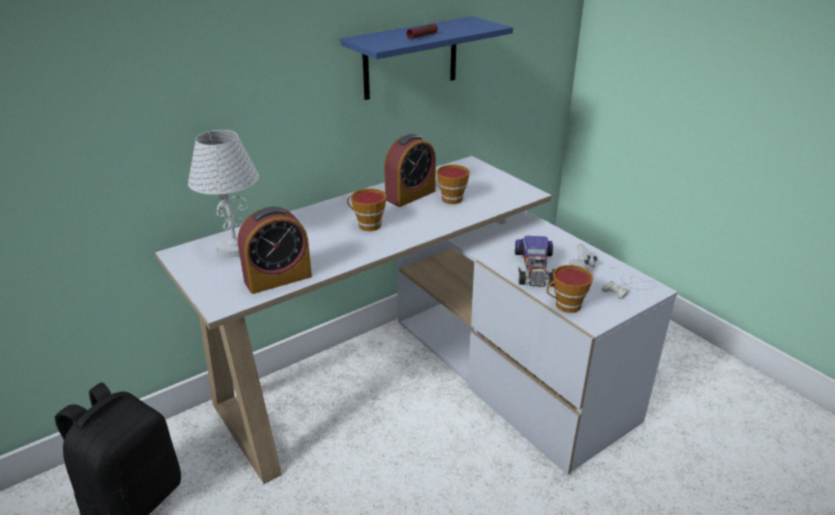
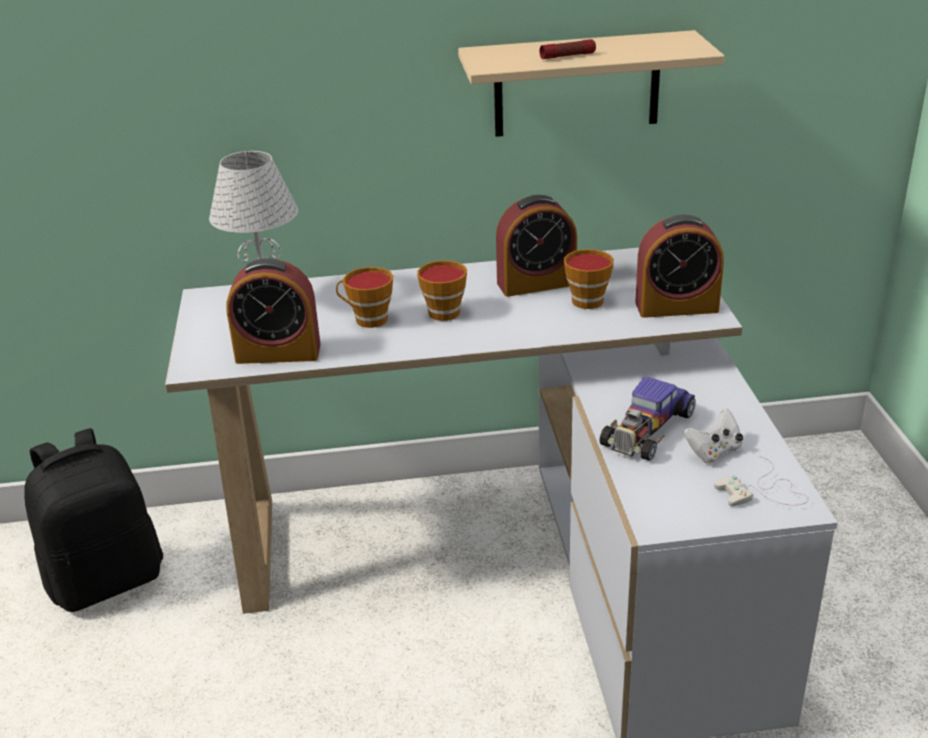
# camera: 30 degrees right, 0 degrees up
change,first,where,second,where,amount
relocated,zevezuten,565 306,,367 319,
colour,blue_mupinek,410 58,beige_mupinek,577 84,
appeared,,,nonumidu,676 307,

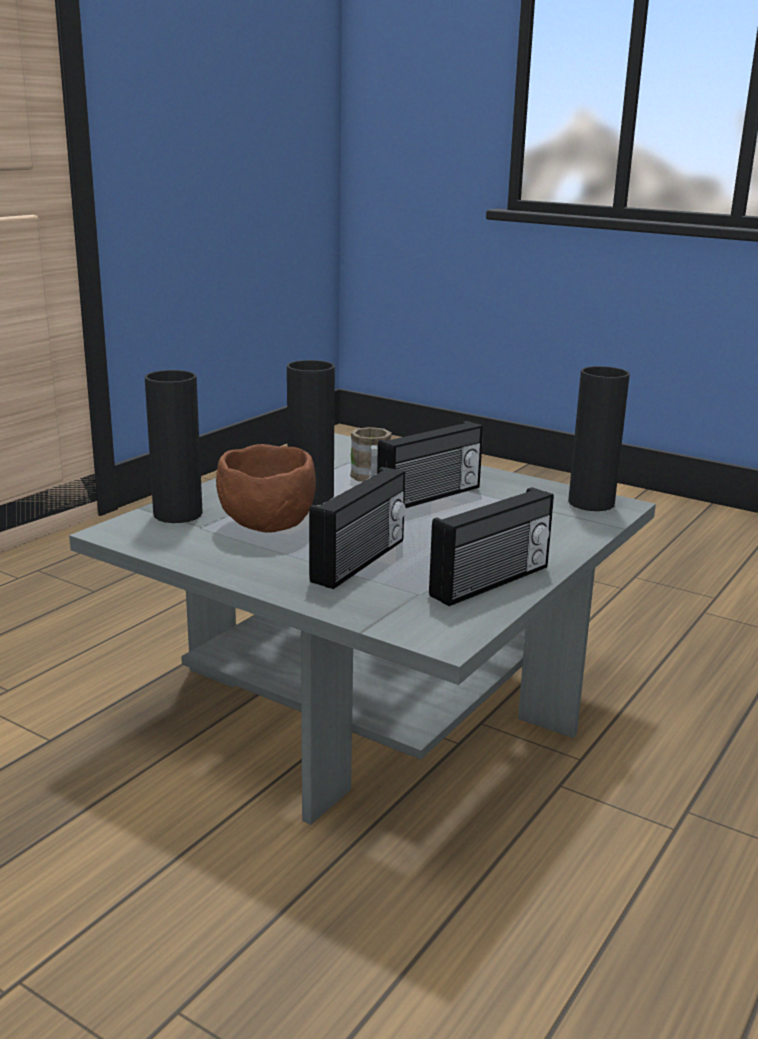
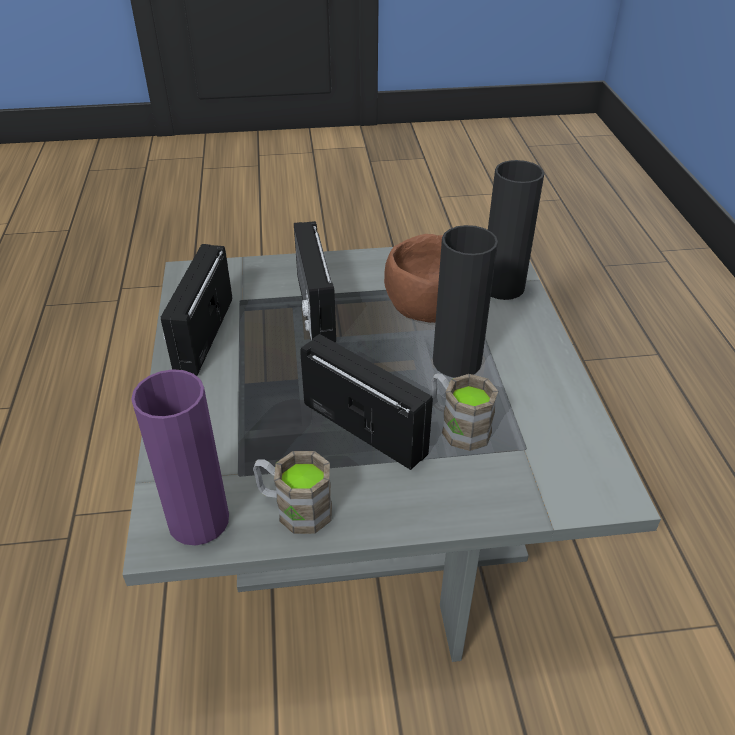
# camera: 140 degrees right, 20 degrees up
change,first,where,second,where,amount
colour,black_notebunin,591 503,purple_notebunin,198 520,
appeared,,,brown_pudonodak,294 508,
spun,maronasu,431 497,,366 427,120 degrees clockwise

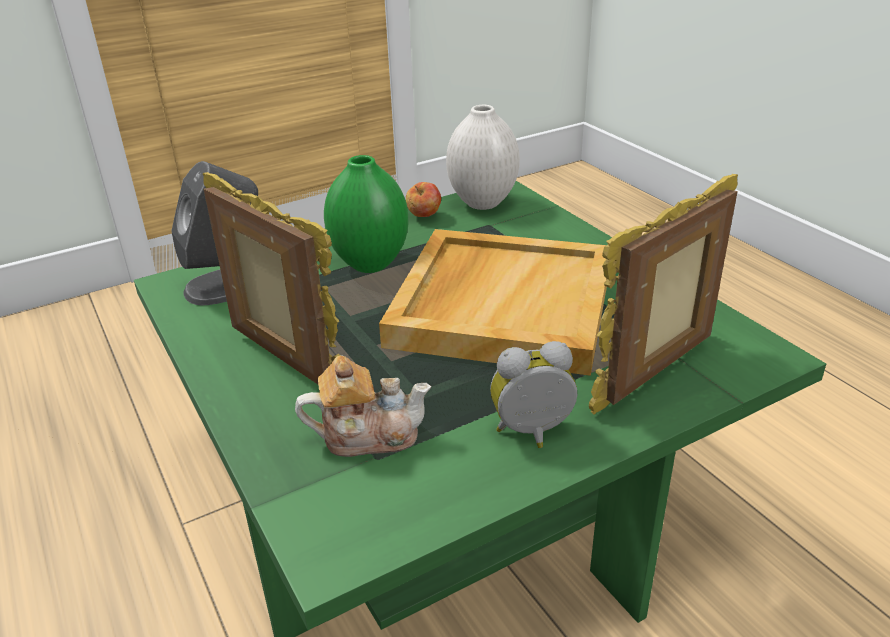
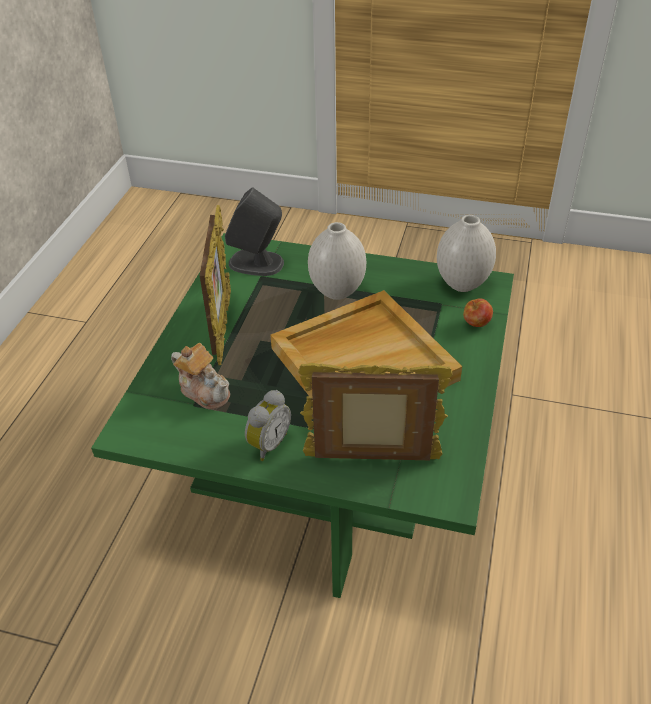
# camera: 45 degrees right, 10 degrees up
change,first,where,second,where,amount
spun,nonumidu,533 434,,267 444,90 degrees clockwise
colour,green_notebunin,370 265,white_notebunin,336 292,
relocated,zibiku,424 216,,476 324,

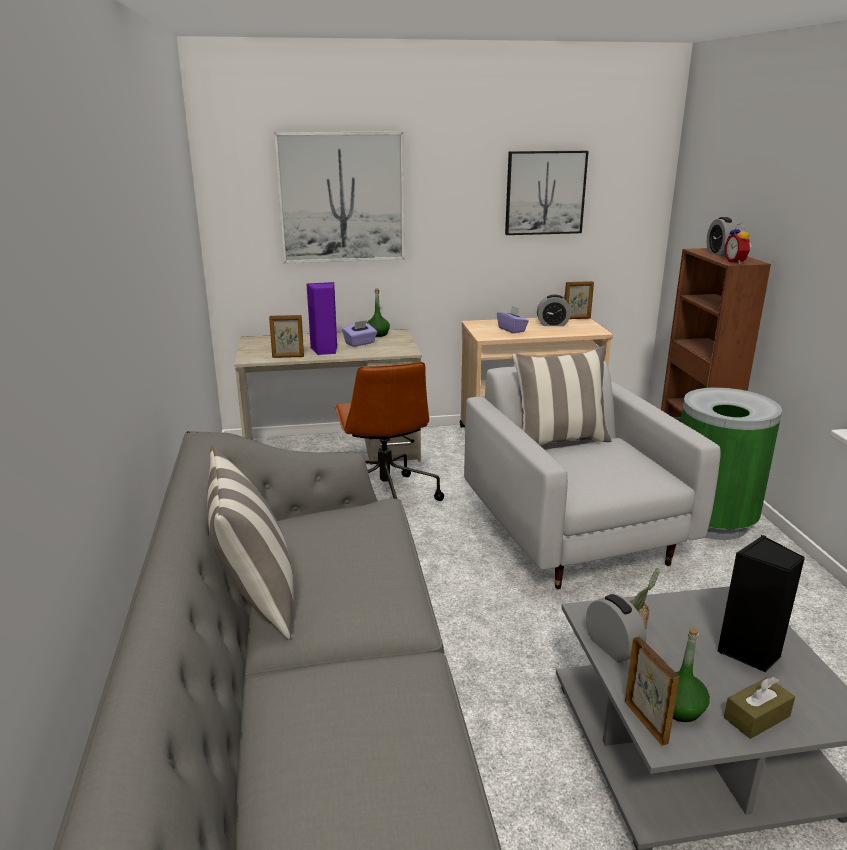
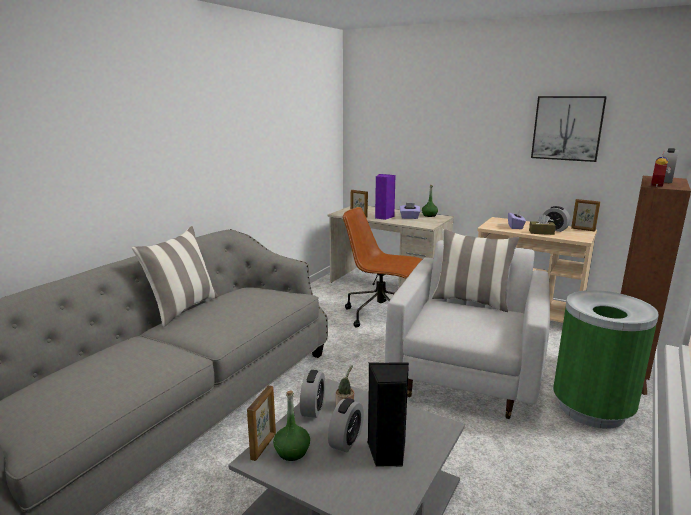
# camera: 40 degrees right, 5 degrees down
change,first,where,second,where,amount
appeared,,,nonumidu,346 440,
spun,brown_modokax,384 498,,381 315,90 degrees clockwise
relocated,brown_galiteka,756 717,,541 232,
missing,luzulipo,341 198,,,

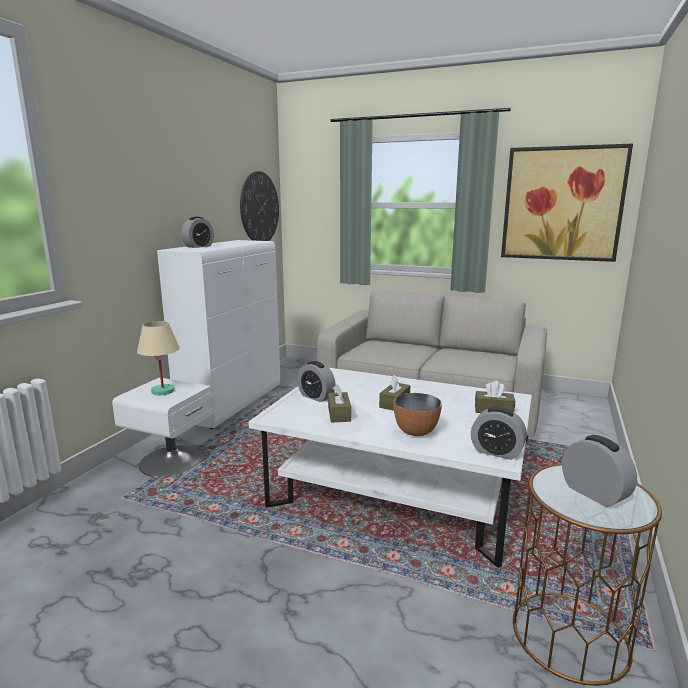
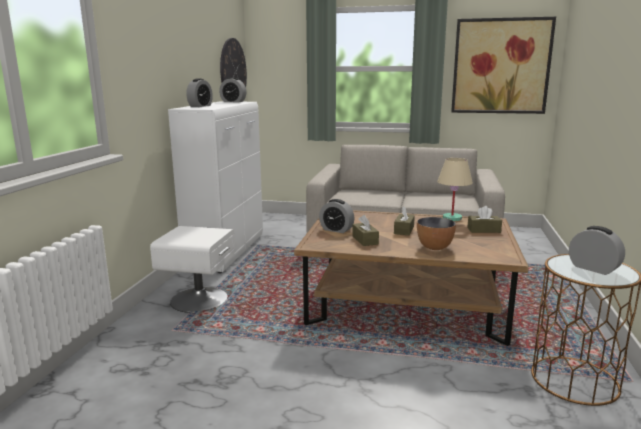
# camera: 10 degrees left, 0 degrees up
change,first,where,second,where,amount
relocated,nonumidu,496 452,,233 102,
colour,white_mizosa,396 491,brown_mizosa,406 305,
relocated,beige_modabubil,163 391,,452 218,

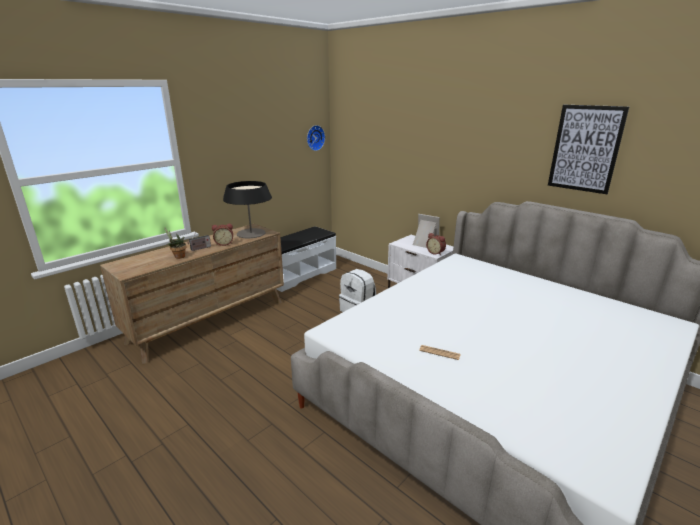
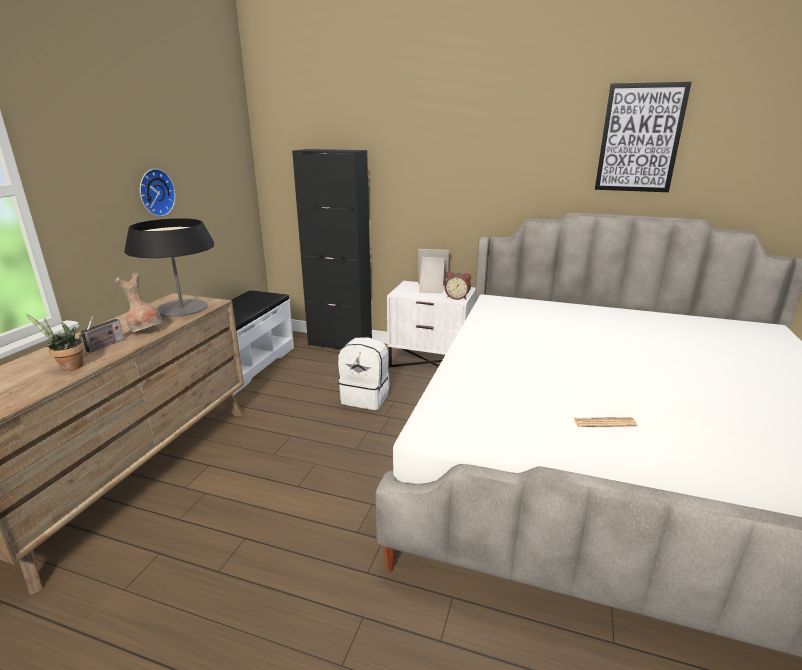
# camera: 25 degrees left, 0 degrees up
change,first,where,second,where,amount
exchanged,nonumidu,224 243,brown_notebunin,146 330,
relocated,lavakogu,314 138,,155 192,
appeared,,,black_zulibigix,340 344,

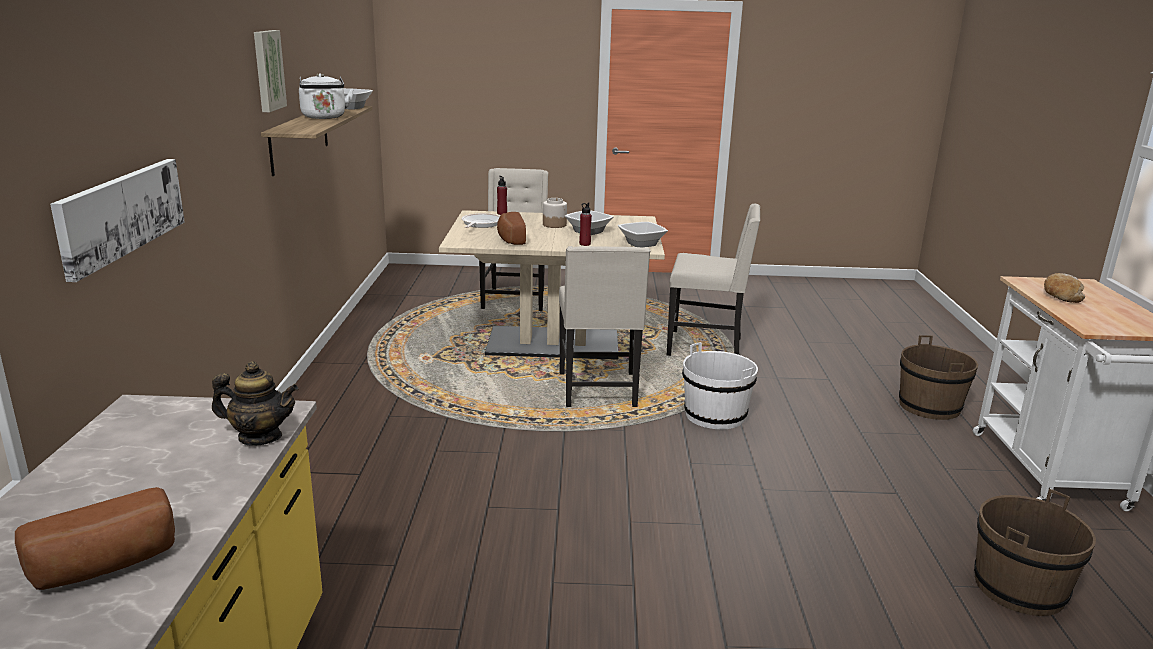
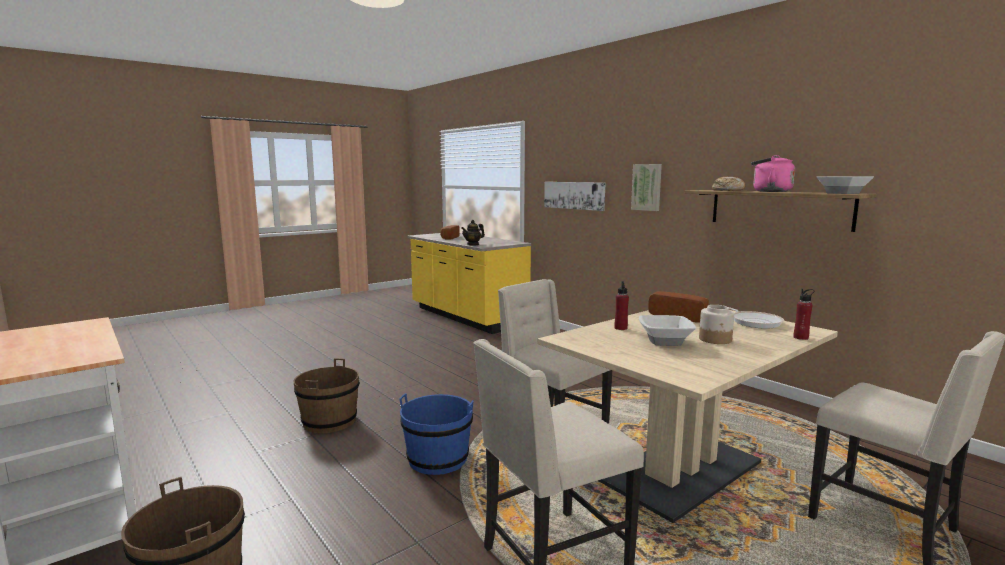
# camera: 140 degrees right, 10 degrees down
change,first,where,second,where,amount
relocated,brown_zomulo,1019 588,,329 421,
colour,white_zomulo,715 415,blue_zomulo,438 459,
relocated,luzulipo,267 70,,647 187,
relocated,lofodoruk,1061 295,,728 190,
colour,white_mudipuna,324 117,pink_mudipuna,769 191,
missing,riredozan,641 244,,,

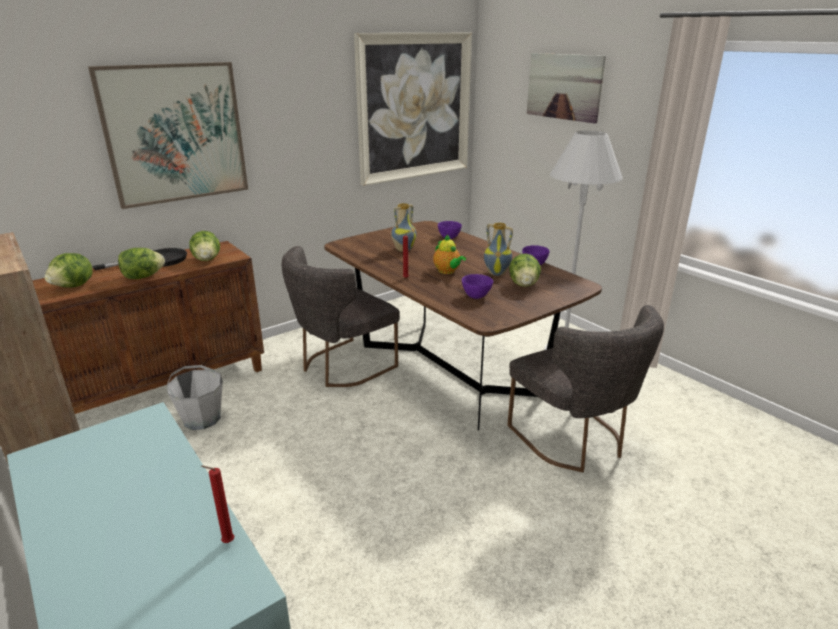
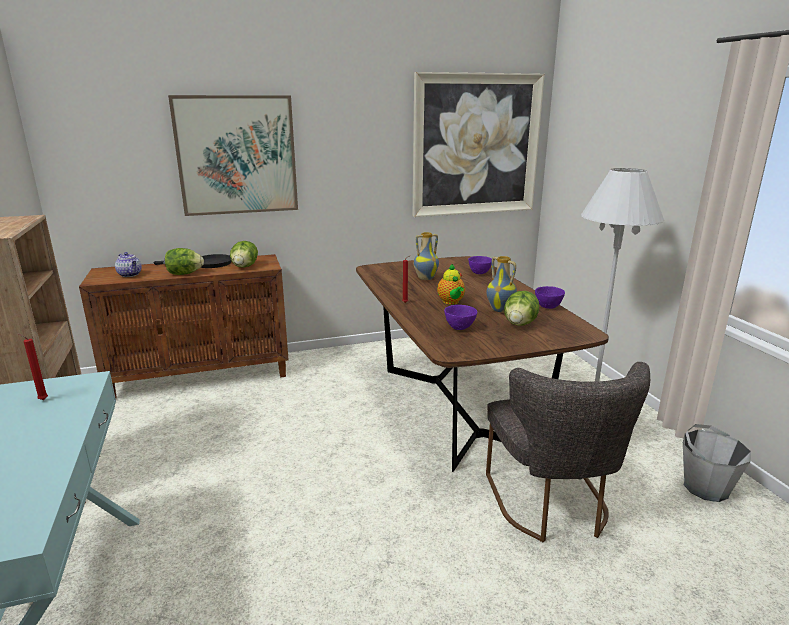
# camera: 20 degrees right, 5 degrees down
change,first,where,second,where,amount
relocated,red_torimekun,226 542,,42 400,
exchanged,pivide,74 286,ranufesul,130 275,
relocated,grey_zomulo,202 418,,705 487,
missing,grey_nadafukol,342 367,,,
missing,luzulipo,564 87,,,

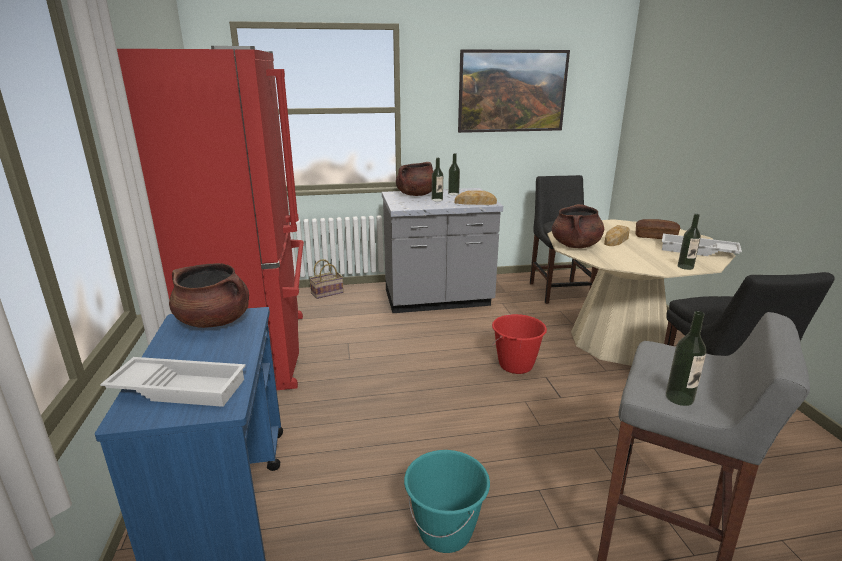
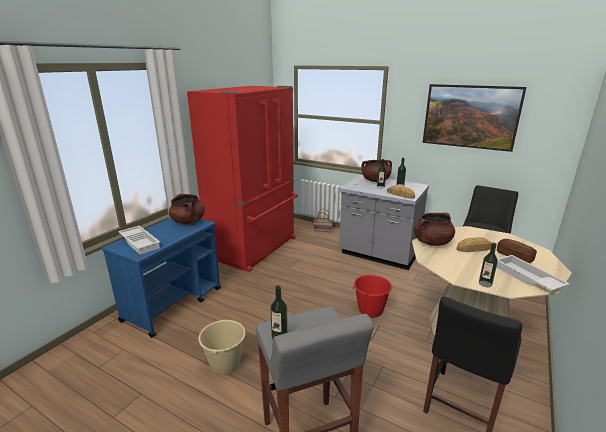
# camera: 40 degrees right, 0 degrees up
change,first,where,second,where,amount
colour,turquoise_zomulo,446 531,beige_zomulo,225 364,

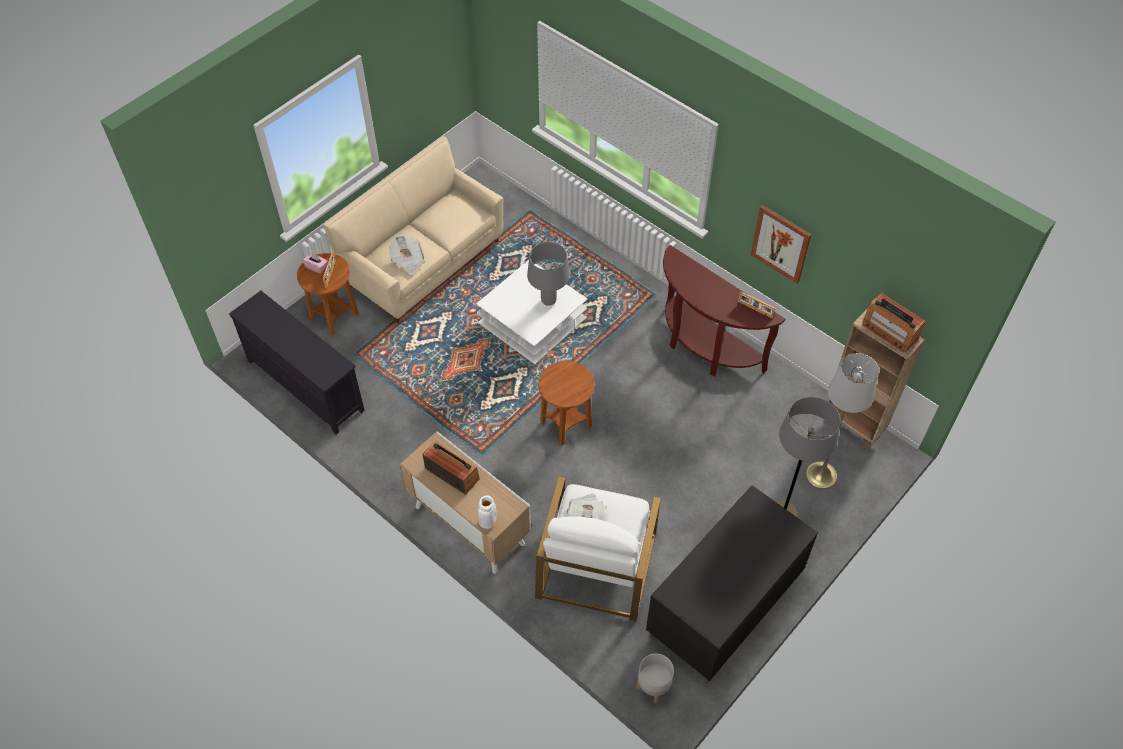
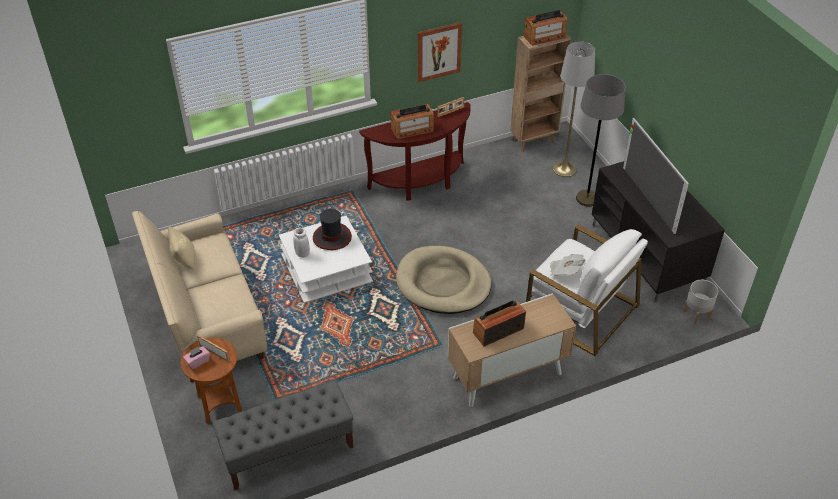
# camera: 65 degrees left, 10 degrees down
change,first,where,second,where,amount
appeared,,,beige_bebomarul,184 259,
exchanged,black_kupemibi,305 386,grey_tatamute,287 450,
relocated,white_notebunin,488 521,,302 253,
exchanged,grey_modabubil,549 300,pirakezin,332 237,
appeared,,,maronasu,412 130,
exchanged,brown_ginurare,566 424,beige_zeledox,443 283,
appeared,,,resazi,648 199,
missing,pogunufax,408 261,,,

